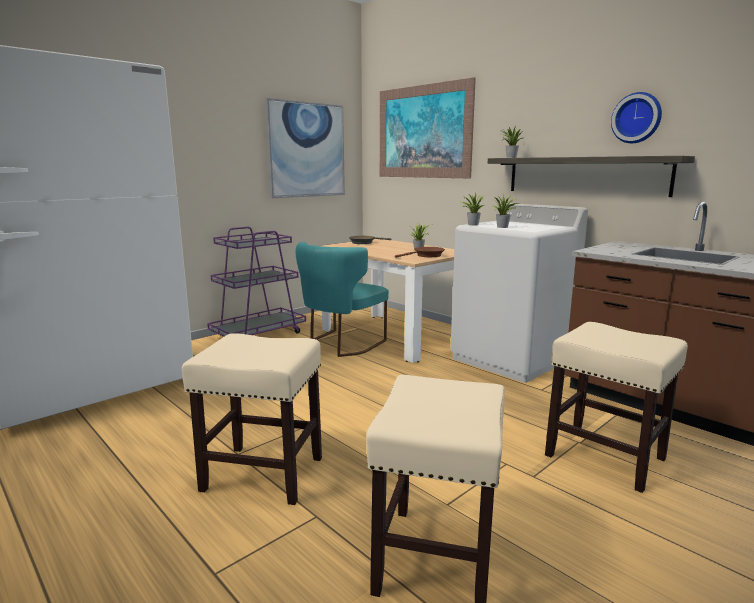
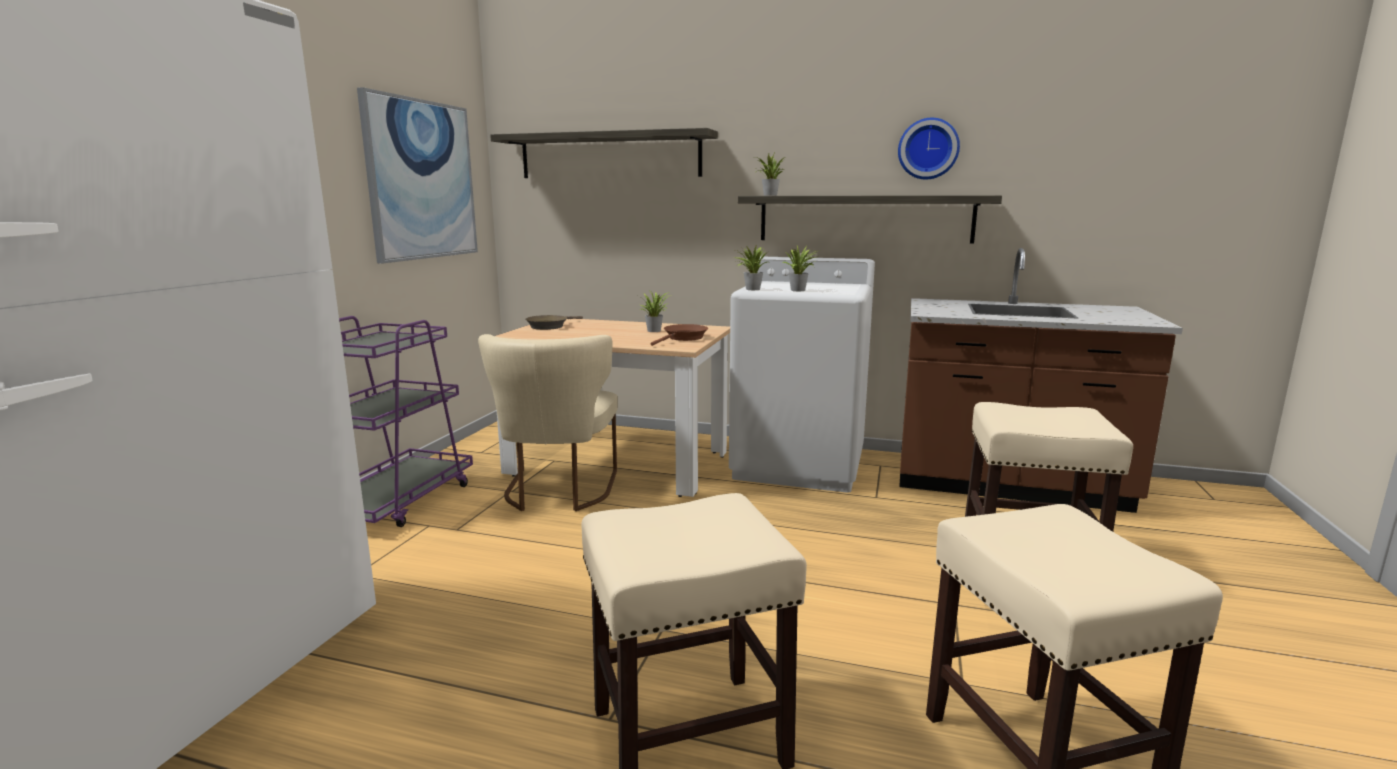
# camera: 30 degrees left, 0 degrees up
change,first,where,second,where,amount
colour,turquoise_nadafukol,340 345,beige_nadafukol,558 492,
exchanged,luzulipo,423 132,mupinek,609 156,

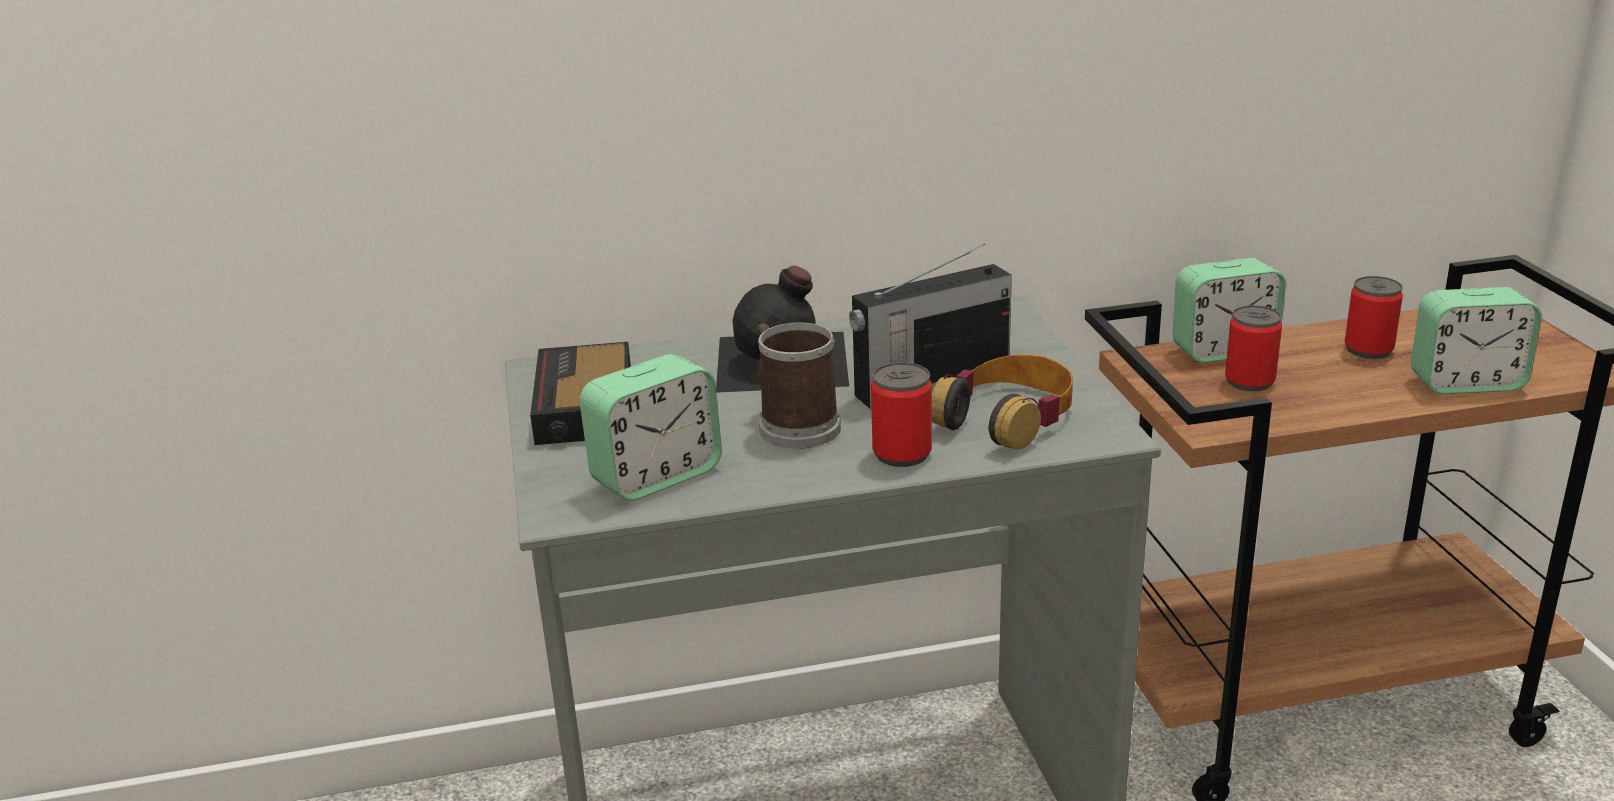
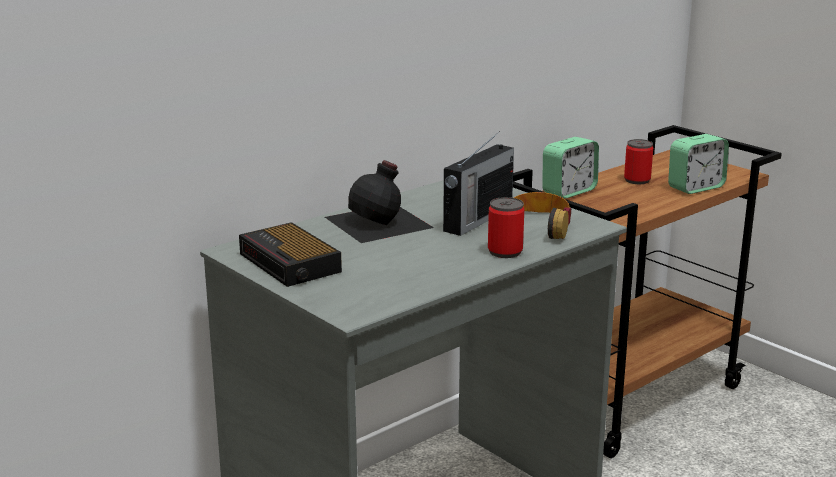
# camera: 30 degrees left, 5 degrees down
change,first,where,second,where,amount
missing,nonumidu,656 476,,,
missing,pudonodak,793 425,,,
missing,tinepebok,1249 381,,,

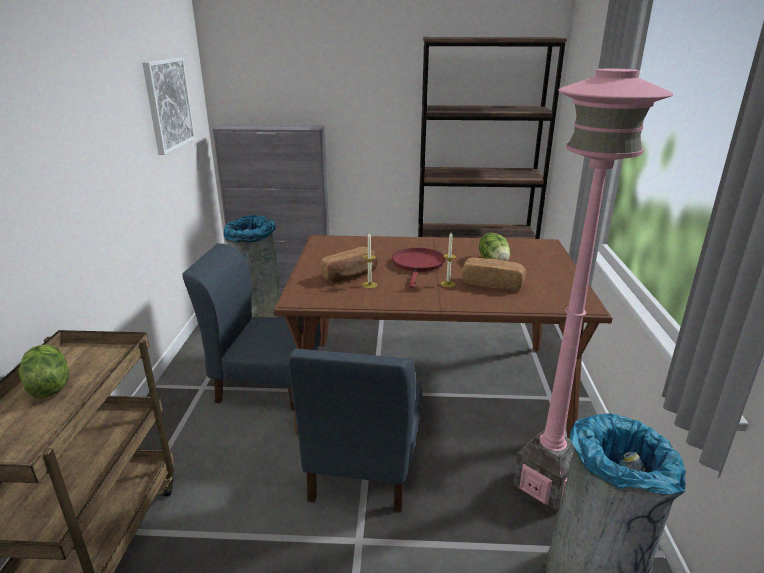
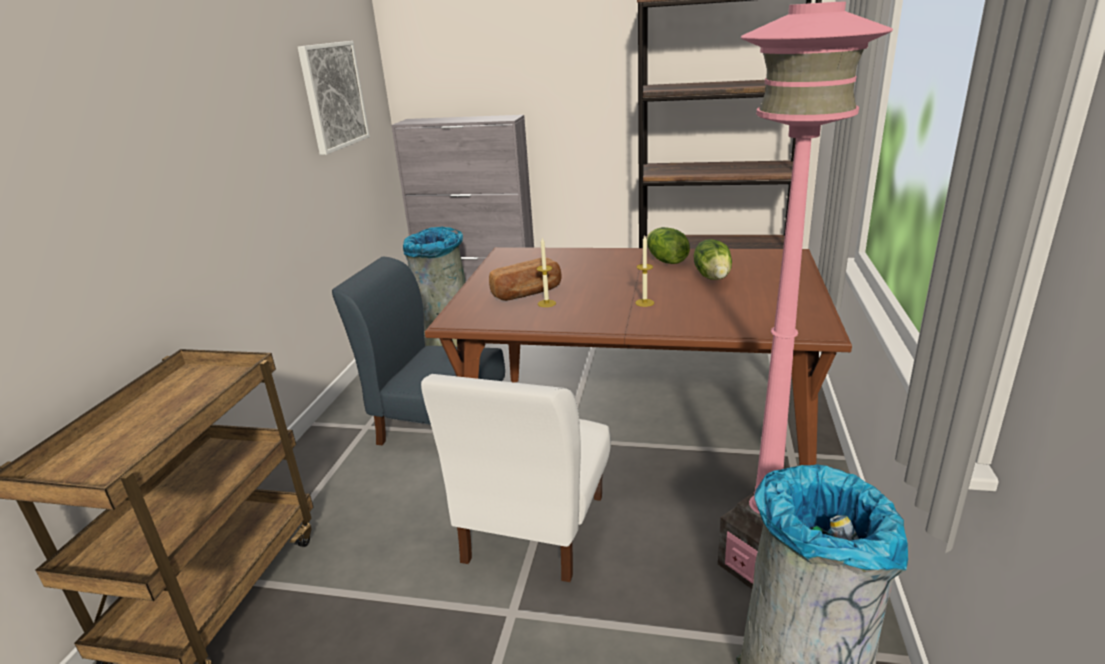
# camera: 10 degrees right, 0 degrees up
change,first,where,second,where,amount
colour,blue_nadafukol,362 468,white_nadafukol,533 528,
relocated,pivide,48 387,,666 261,
missing,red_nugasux,418 265,,,
missing,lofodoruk,492 283,,,

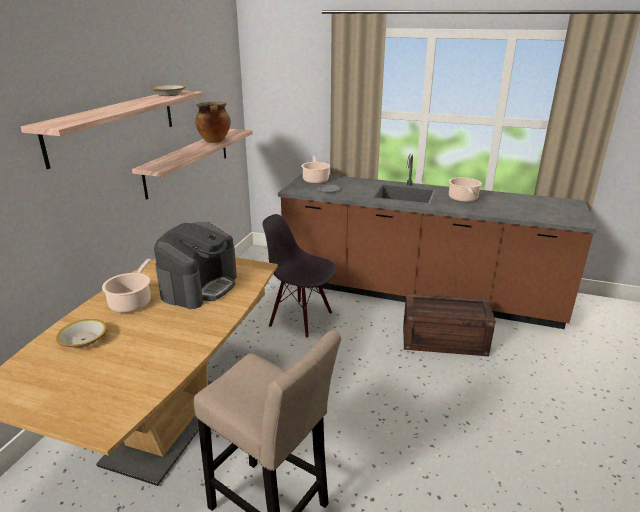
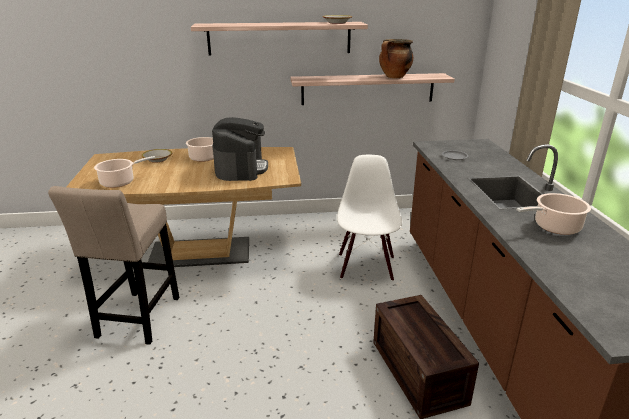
# camera: 65 degrees right, 0 degrees up
change,first,where,second,where,amount
relocated,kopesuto,315 180,,120 182,
spun,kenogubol,200 286,,241 168,90 degrees counterclockwise
colour,black_nadafukol,301 319,white_nadafukol,366 267,

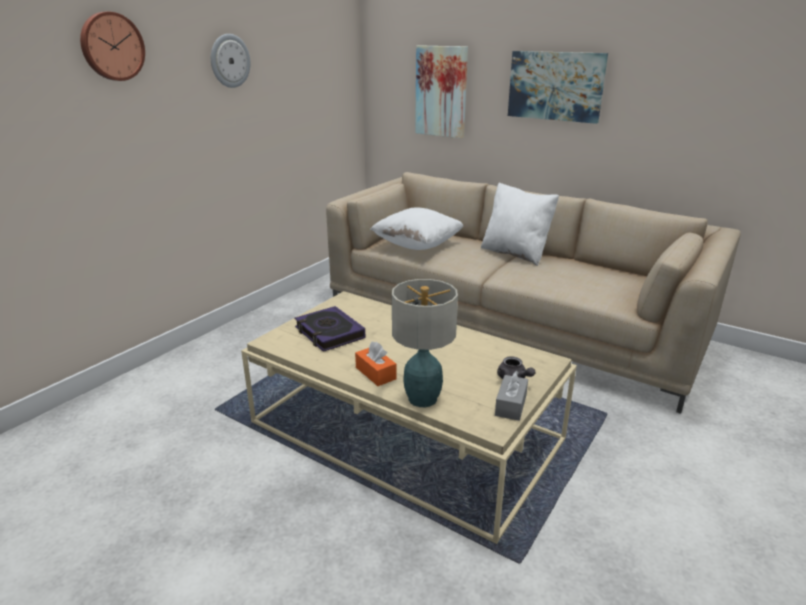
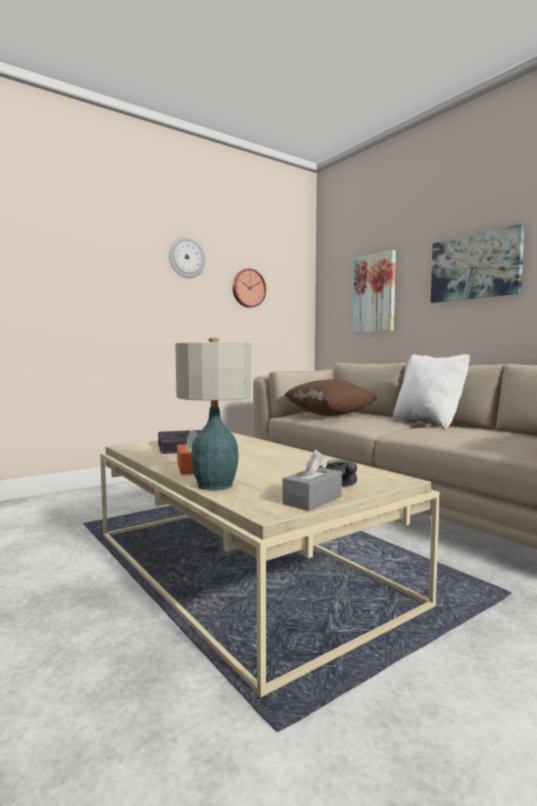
# camera: 20 degrees right, 20 degrees down
change,first,where,second,where,amount
relocated,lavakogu,111 46,,248 288,
colour,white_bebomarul,417 245,brown_bebomarul,329 415,

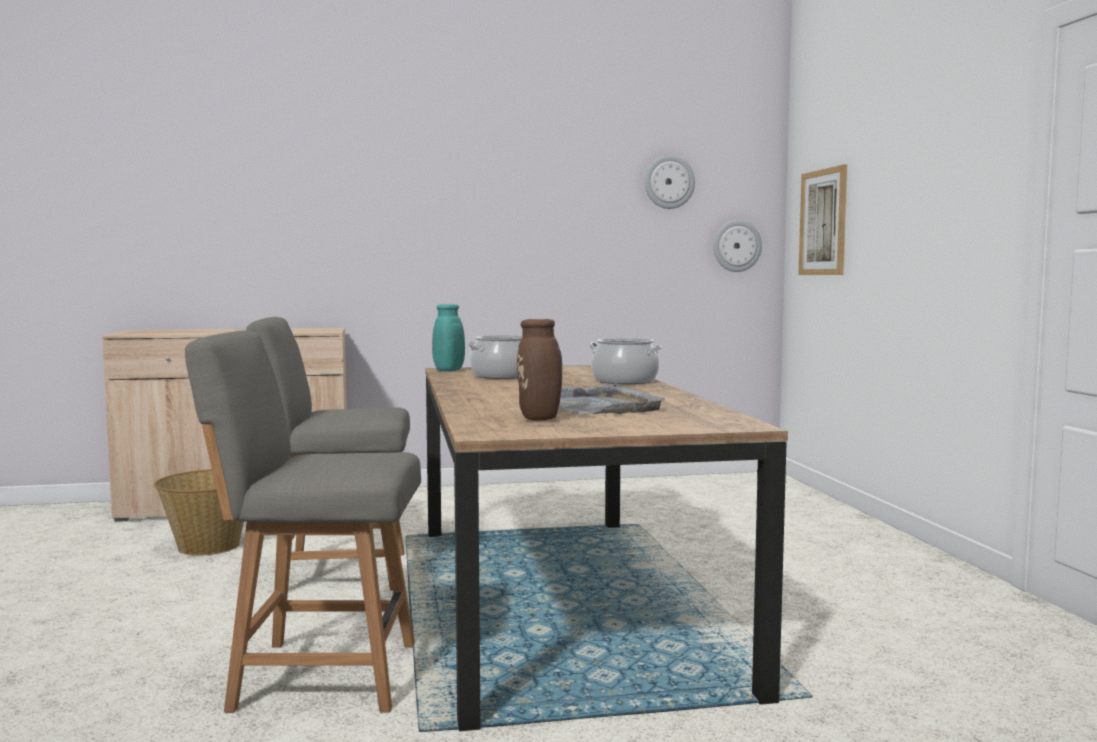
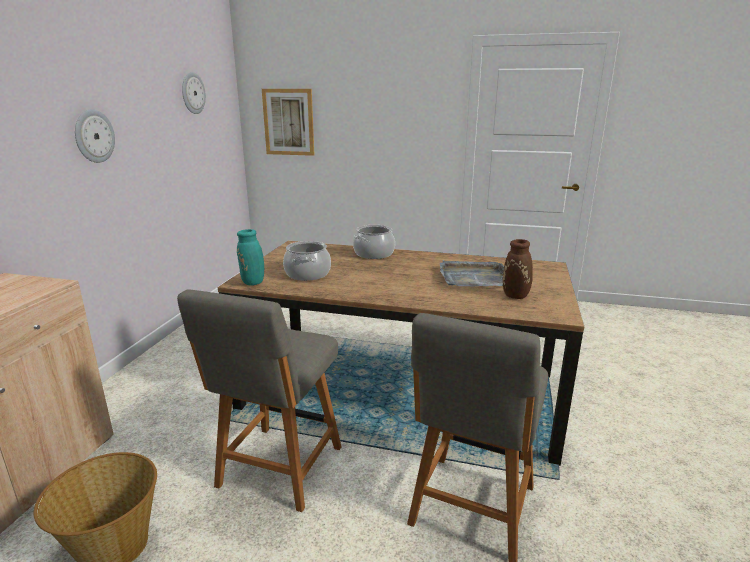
# camera: 65 degrees left, 15 degrees up
change,first,where,second,where,amount
relocated,lavakogu,736 246,,94 136,

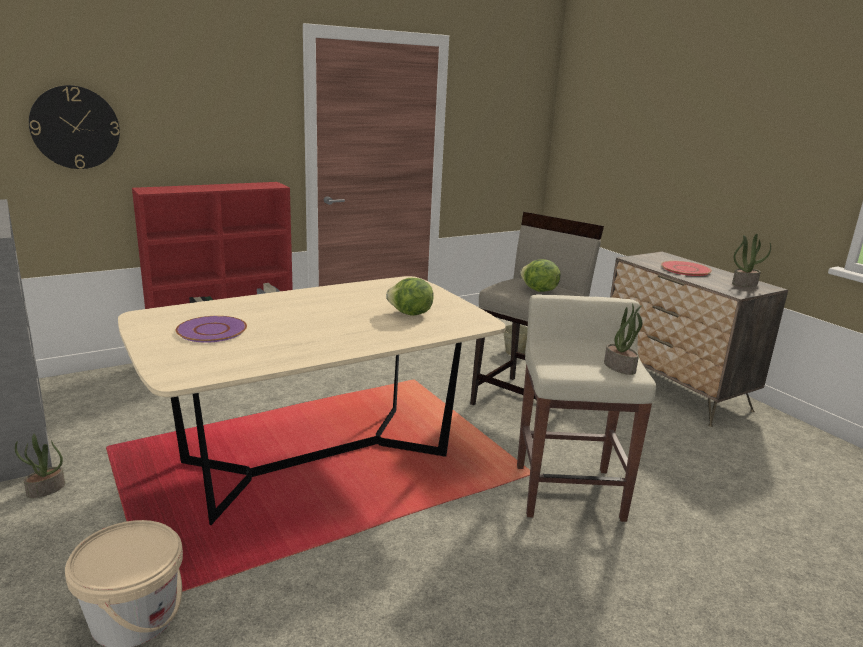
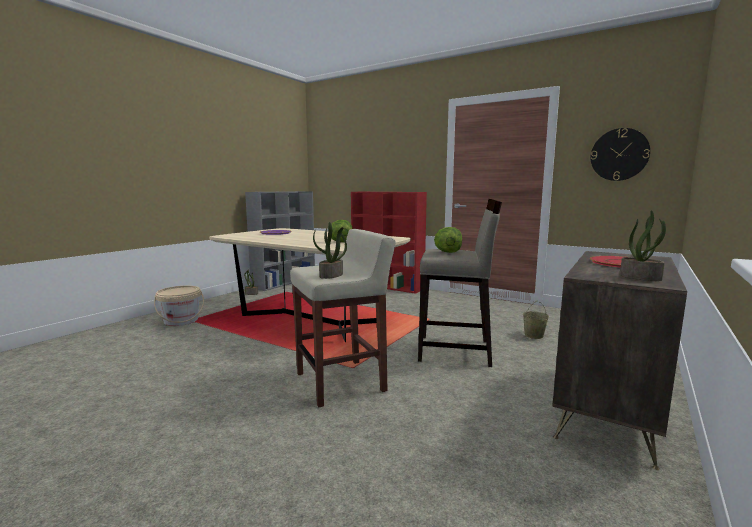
# camera: 65 degrees right, 10 degrees down
change,first,where,second,where,amount
relocated,lavakogu,75 127,,619 154,

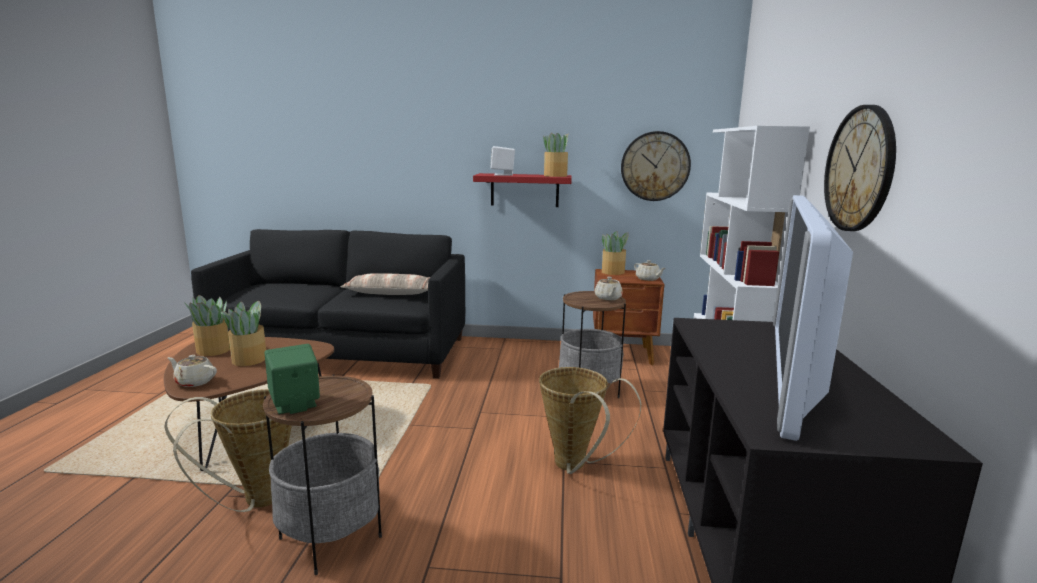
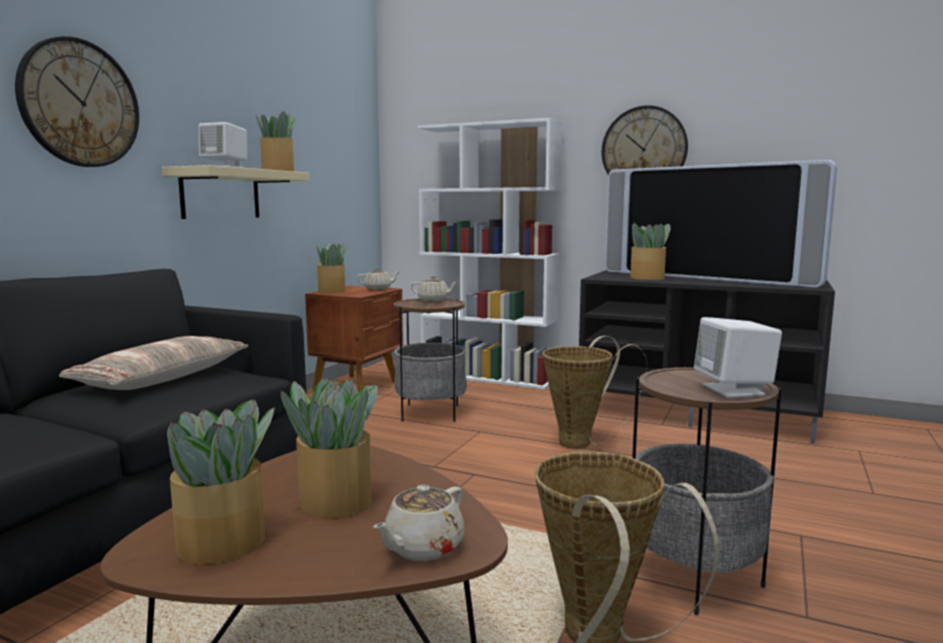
# camera: 70 degrees left, 5 degrees down
change,first,where,second,where,amount
relocated,lavakogu,655 166,,80 103,
colour,red_mupinek,524 190,beige_mupinek,220 194,
appeared,,,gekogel,648 278,
colour,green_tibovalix,295 404,white_tibovalix,734 390,

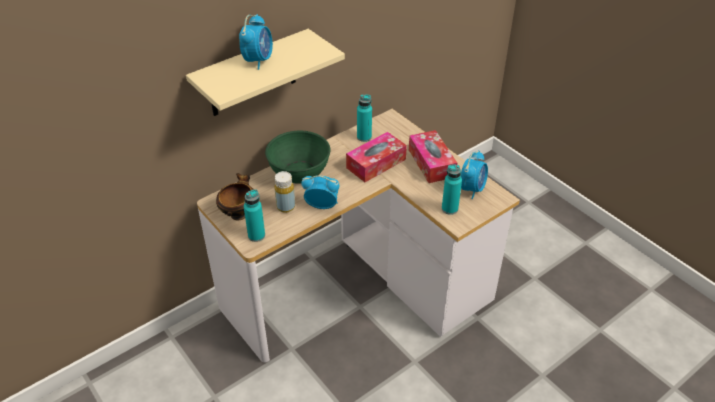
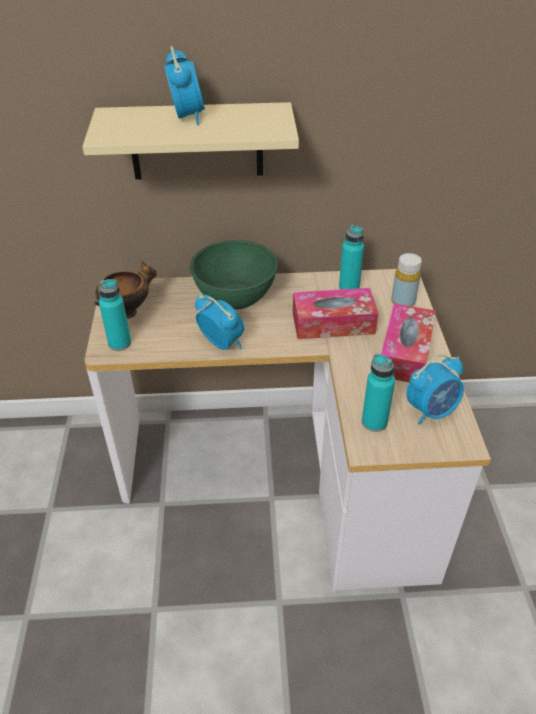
# camera: 35 degrees right, 0 degrees up
change,first,where,second,where,amount
spun,nonumidu,258 60,,187 117,60 degrees counterclockwise
relocated,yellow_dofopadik,286 207,,403 302,

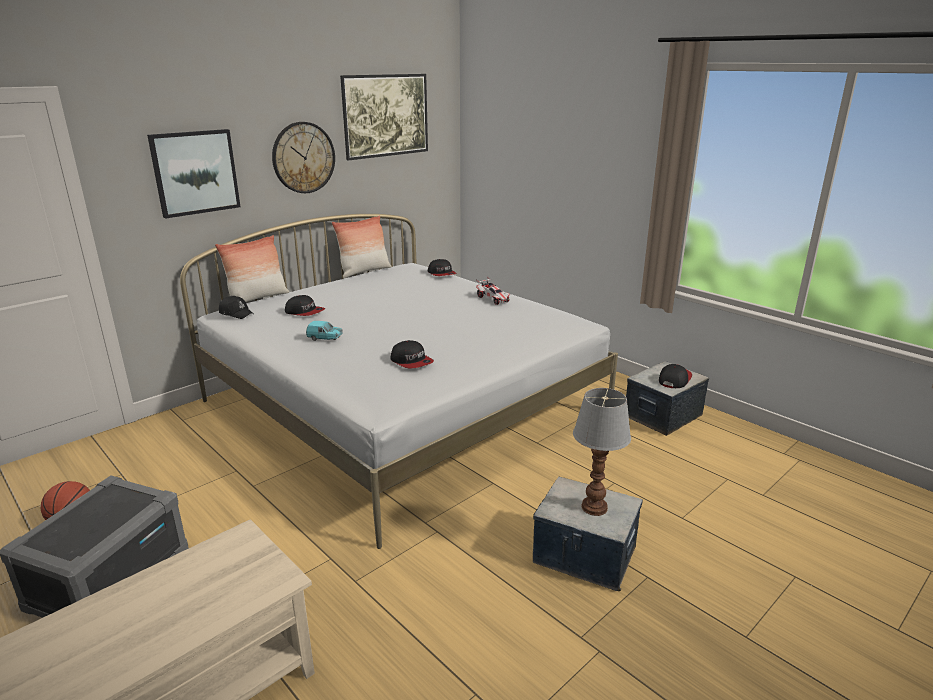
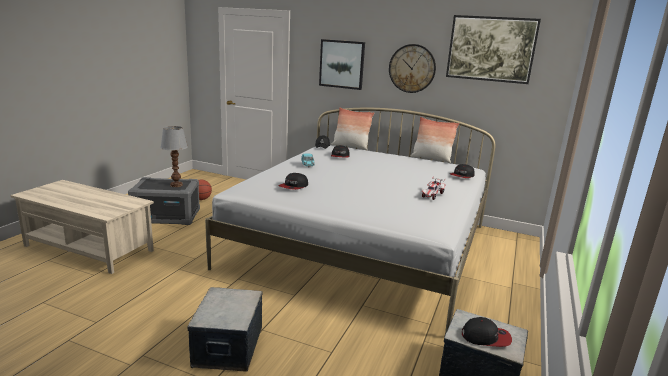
# camera: 65 degrees right, 5 degrees down
change,first,where,second,where,amount
relocated,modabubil,595 507,,176 185,

